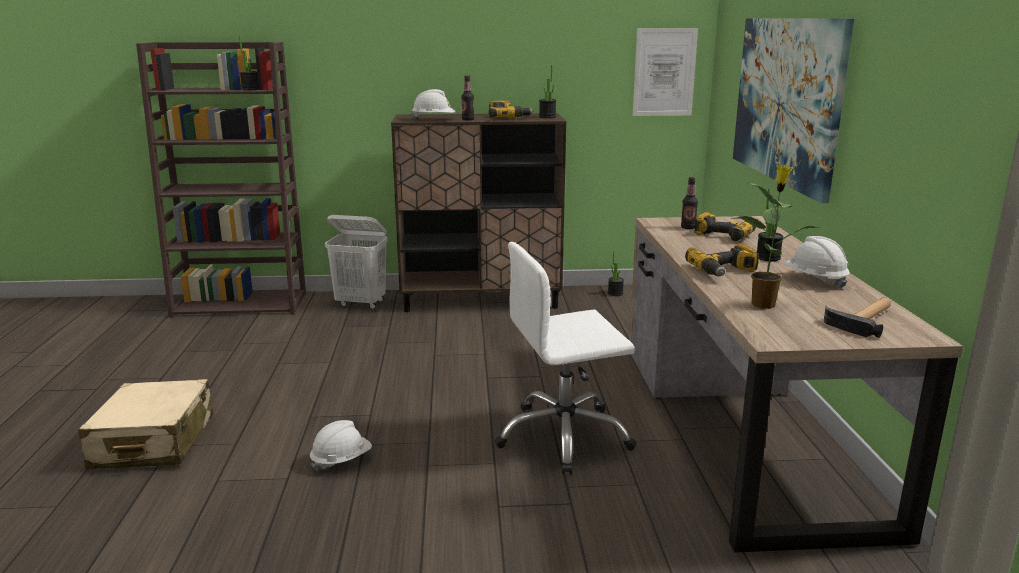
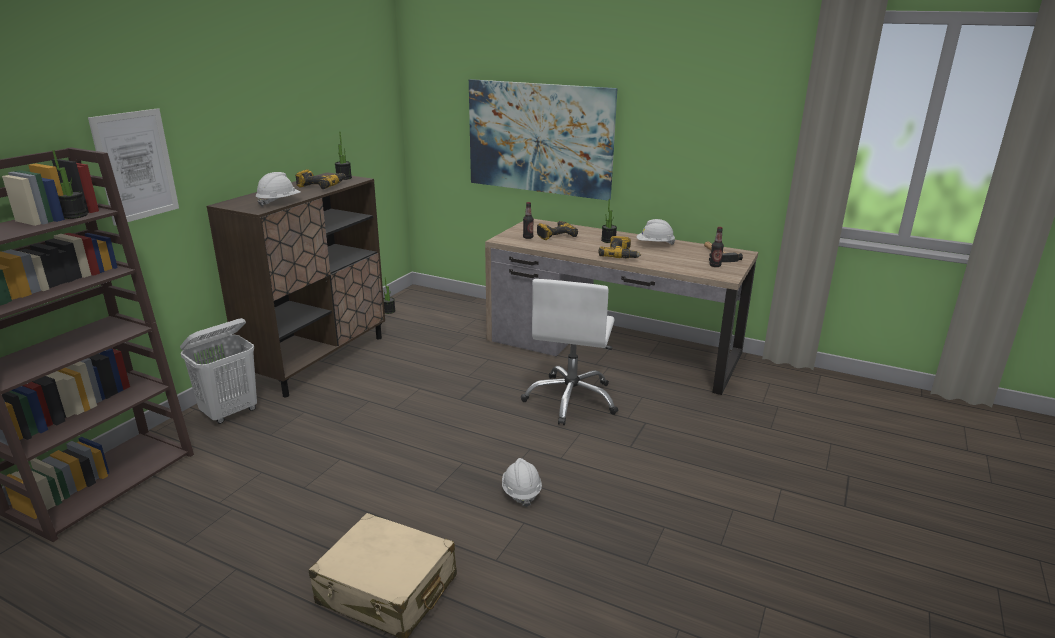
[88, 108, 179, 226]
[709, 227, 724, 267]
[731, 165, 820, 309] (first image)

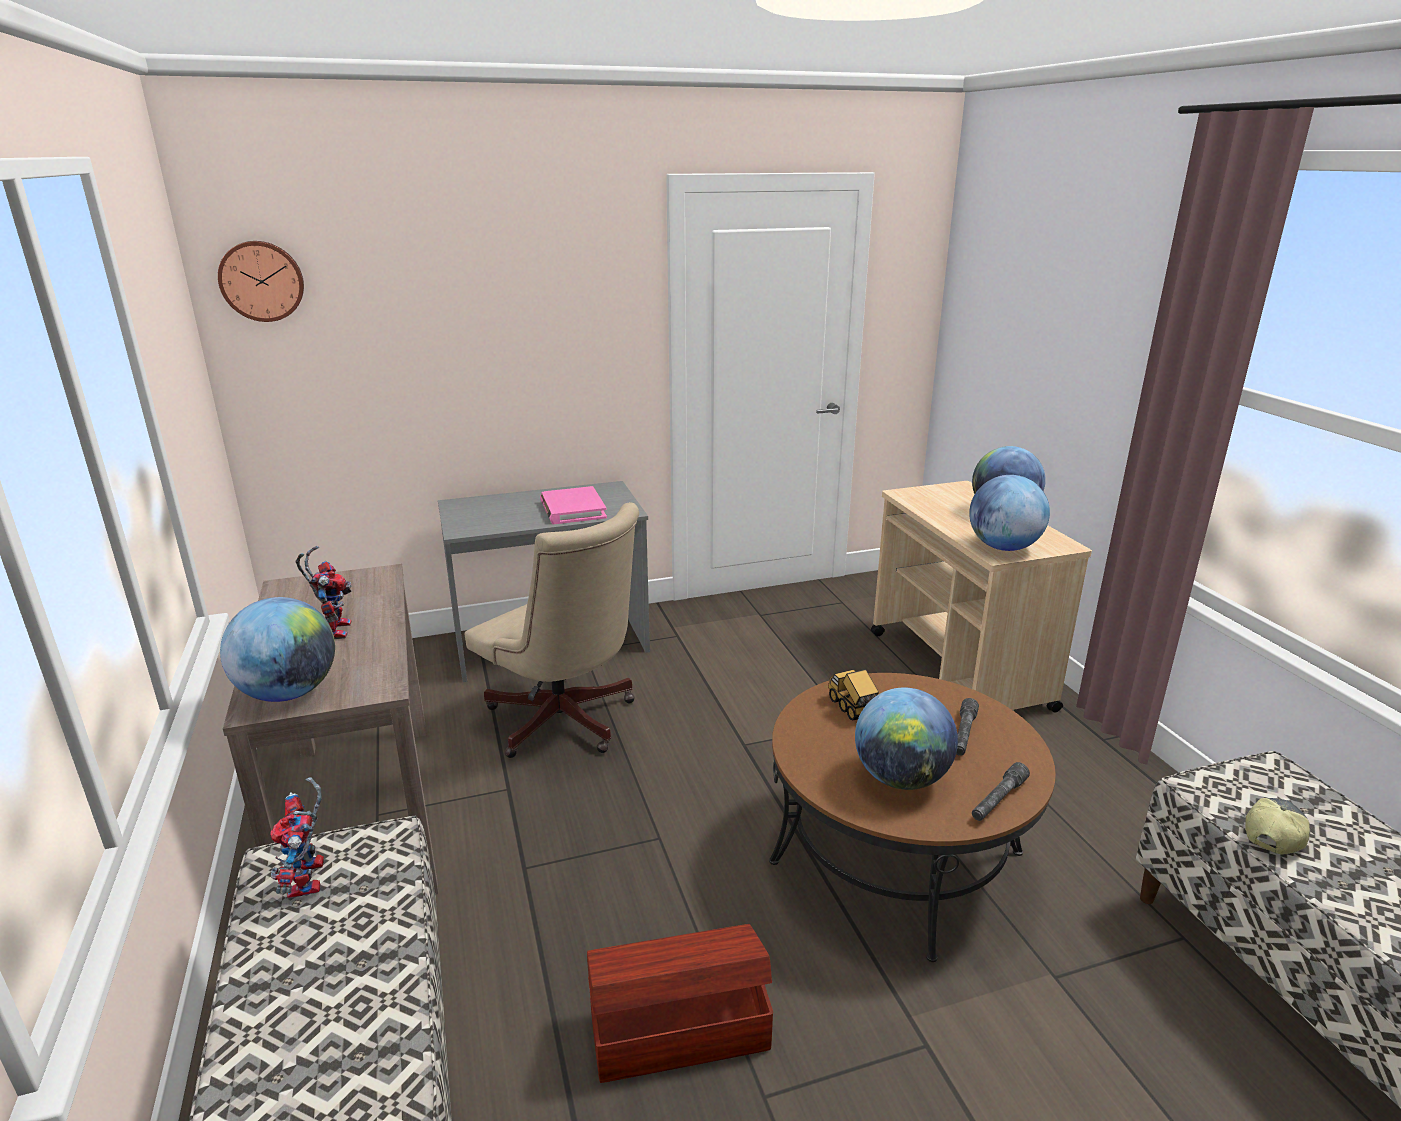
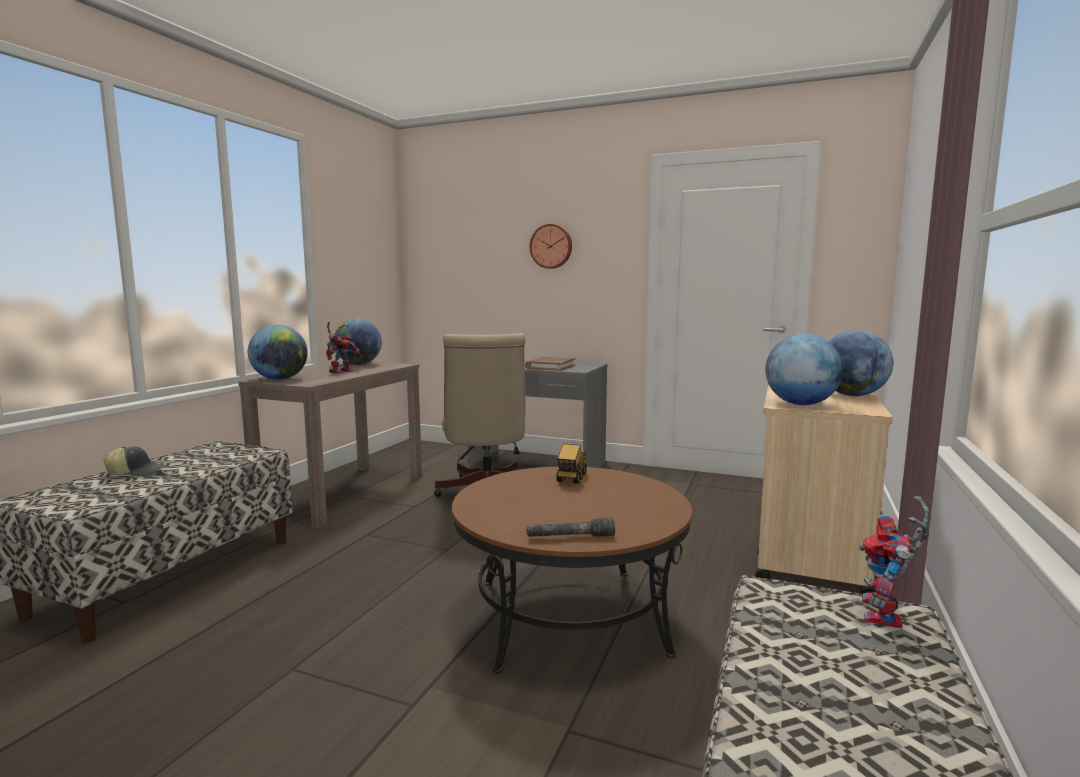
[530, 224, 572, 269]
[525, 357, 575, 371]
[335, 319, 382, 365]
[956, 698, 979, 756] (first image)
[860, 496, 930, 629]
[104, 446, 167, 477]
[587, 924, 774, 1083] (first image)

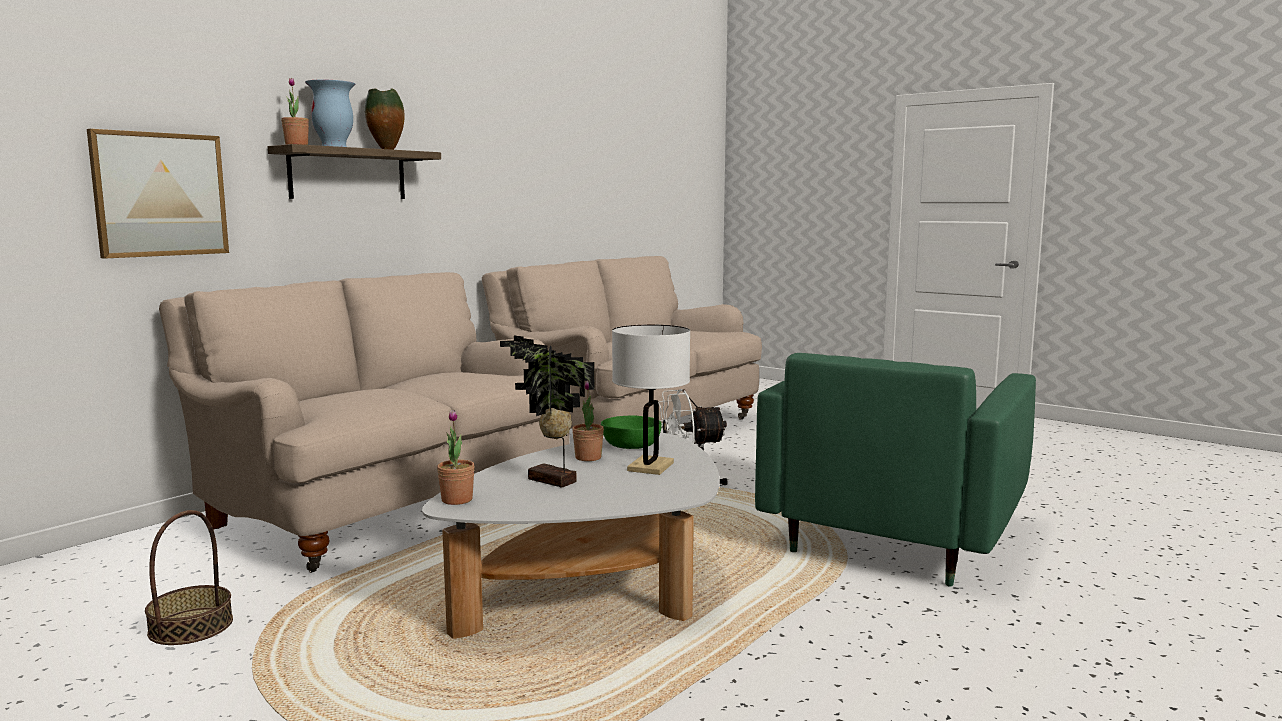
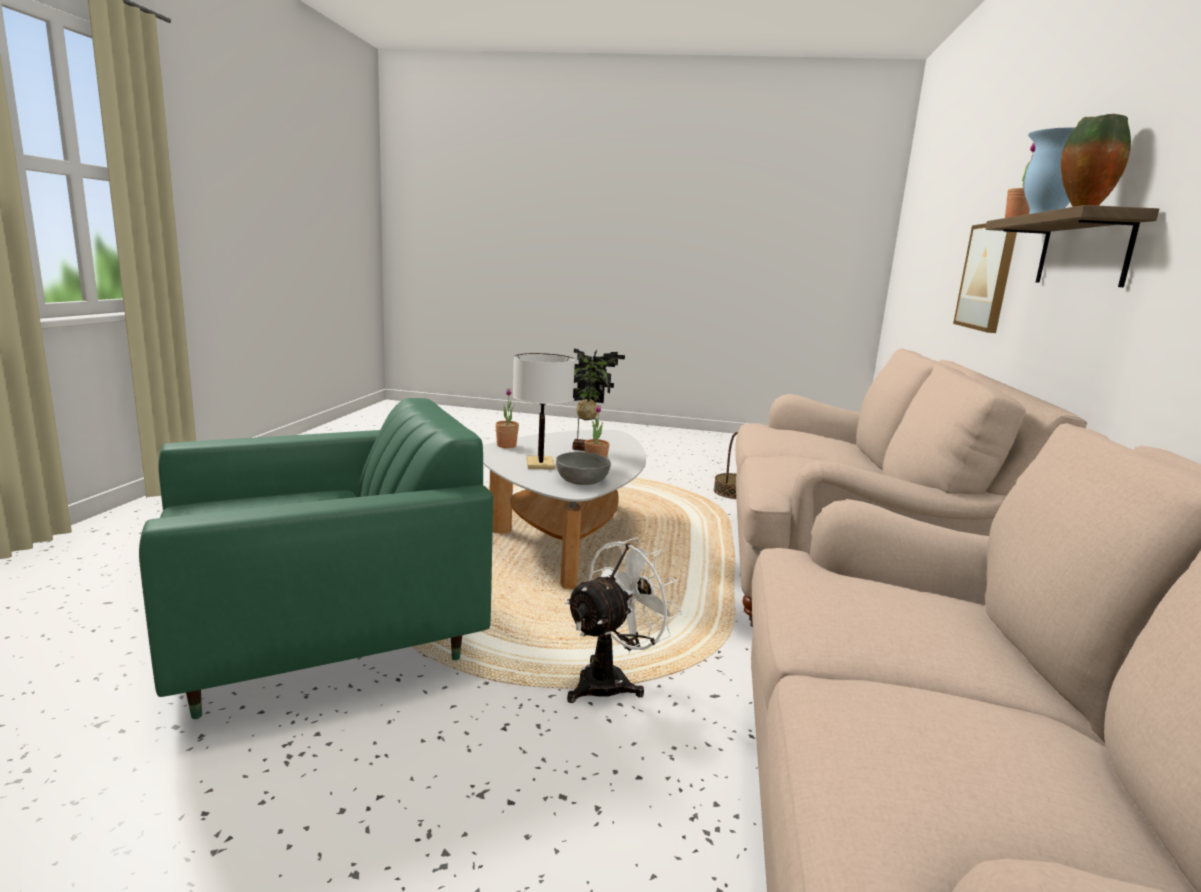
[139, 398, 493, 719]
[495, 388, 519, 448]
[556, 452, 611, 485]

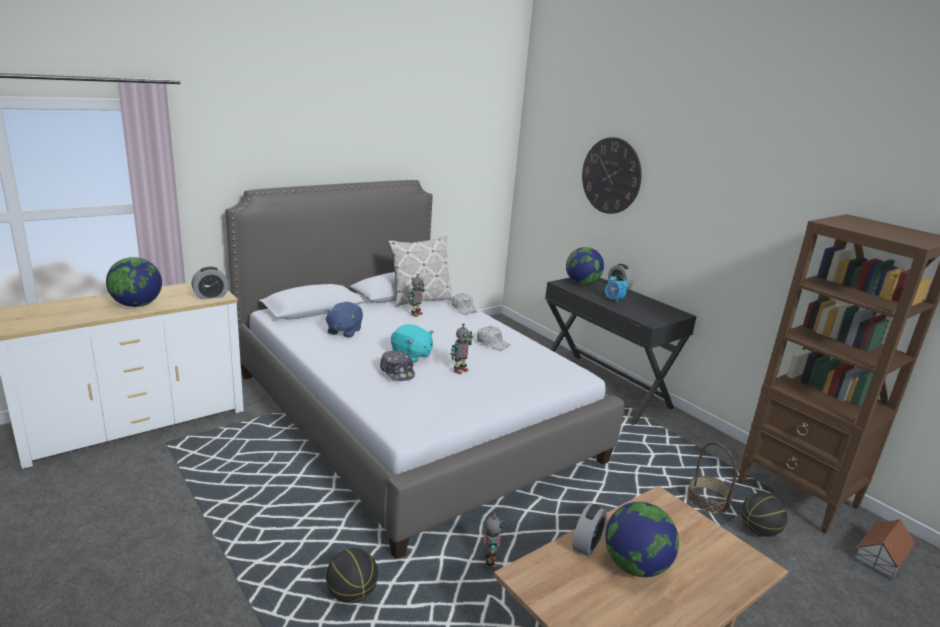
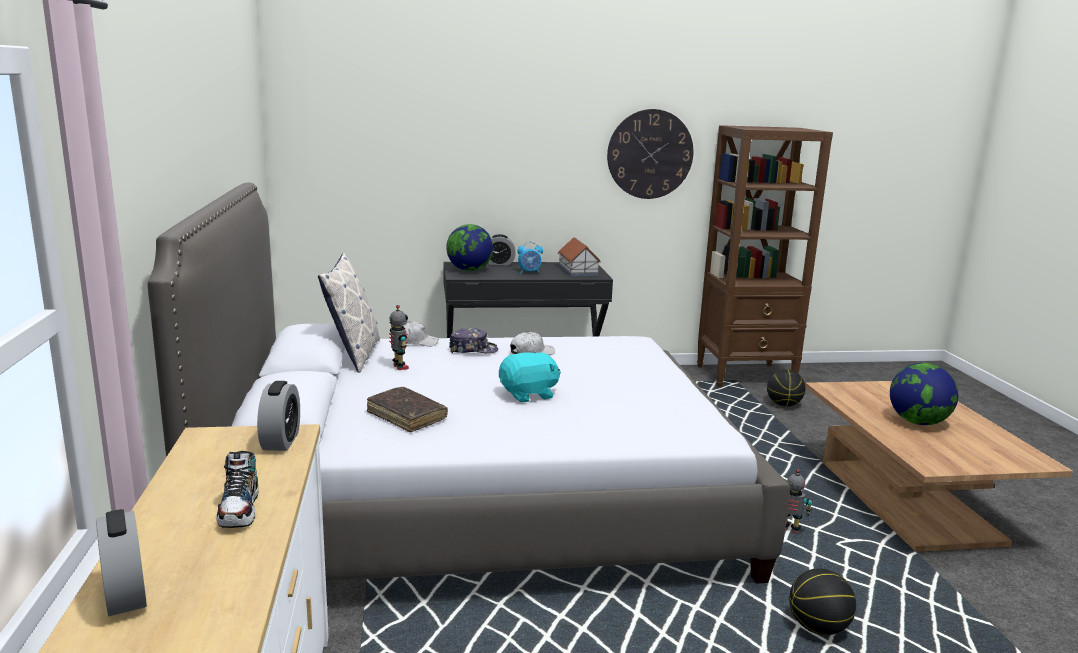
[607, 109, 693, 199]
[216, 451, 259, 528]
[367, 387, 448, 432]
[451, 323, 473, 374] (first image)
[449, 328, 498, 353]
[687, 442, 736, 514] (first image)
[96, 509, 147, 616]
[558, 237, 601, 276]

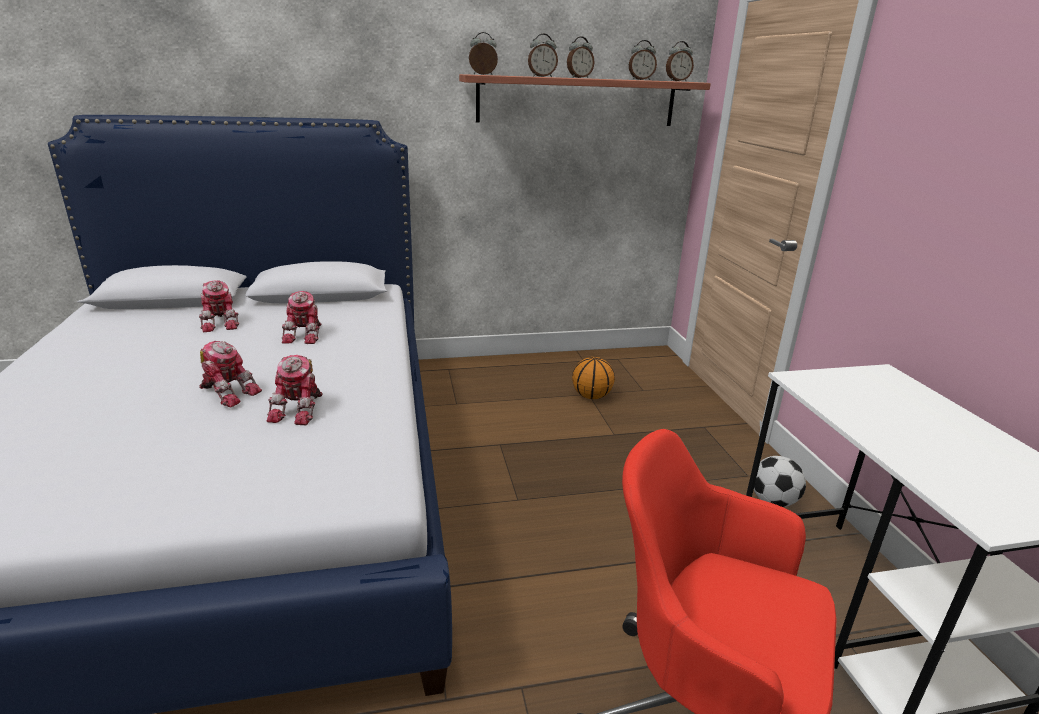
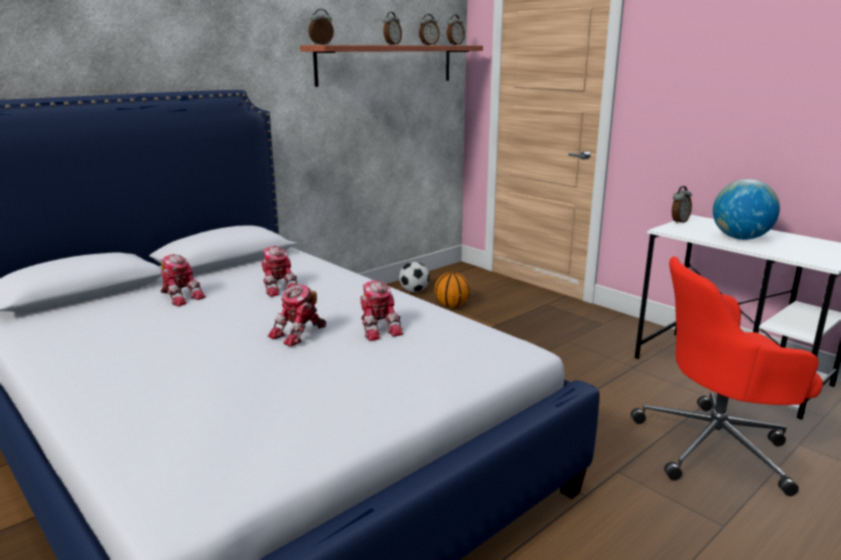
[672, 186, 692, 224]
[268, 284, 326, 347]
[399, 262, 430, 292]
[713, 179, 780, 240]

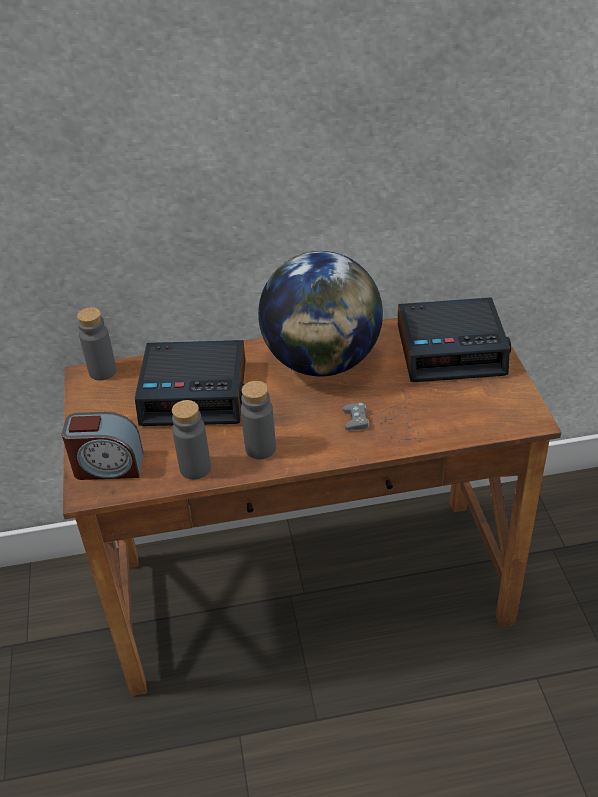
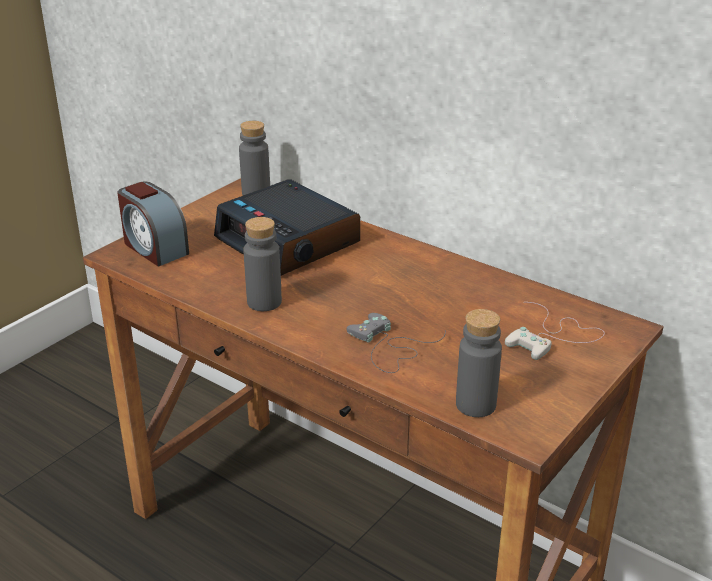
[258, 251, 383, 376] (first image)
[505, 302, 605, 360]
[456, 309, 502, 417]

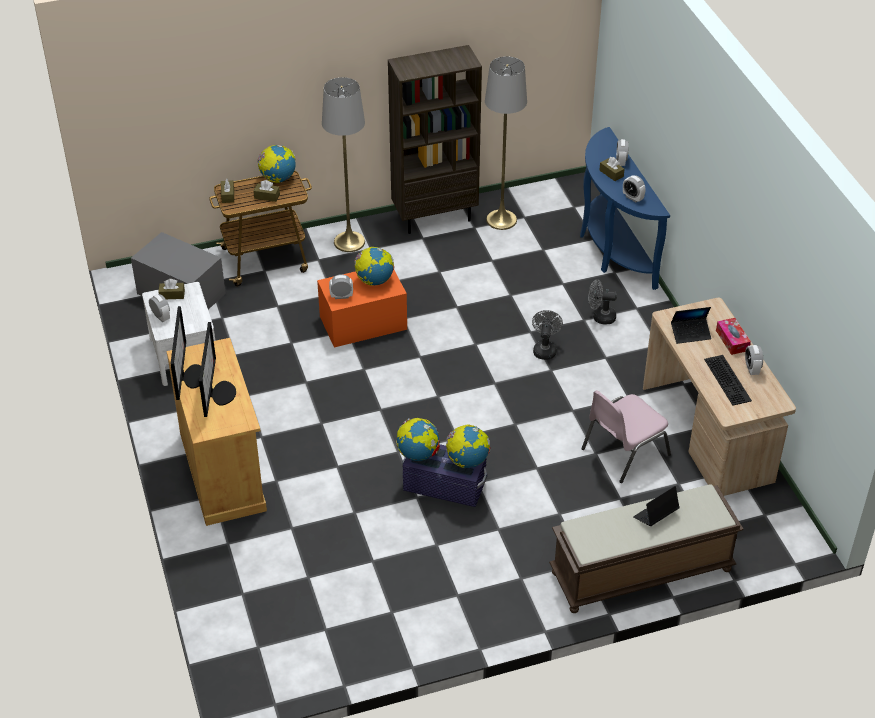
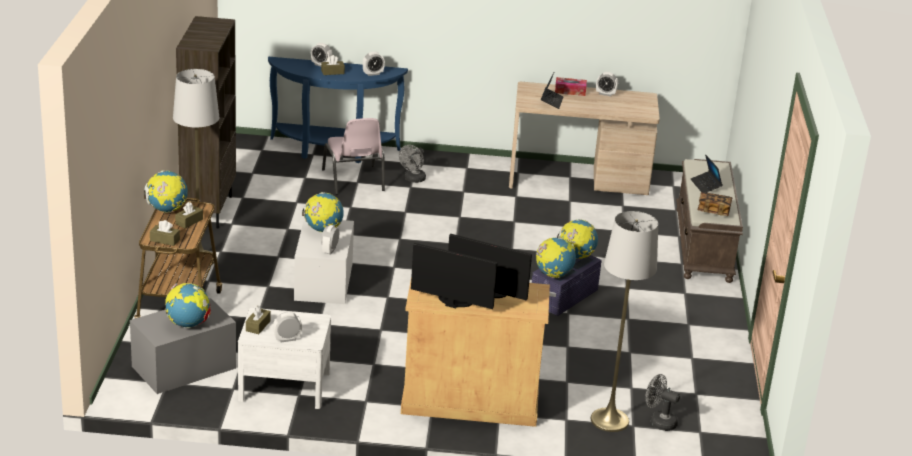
[590, 211, 658, 432]
[294, 218, 354, 304]
[646, 374, 680, 431]
[704, 355, 752, 406] (first image)
[322, 118, 385, 195]
[697, 192, 732, 216]
[165, 283, 211, 328]

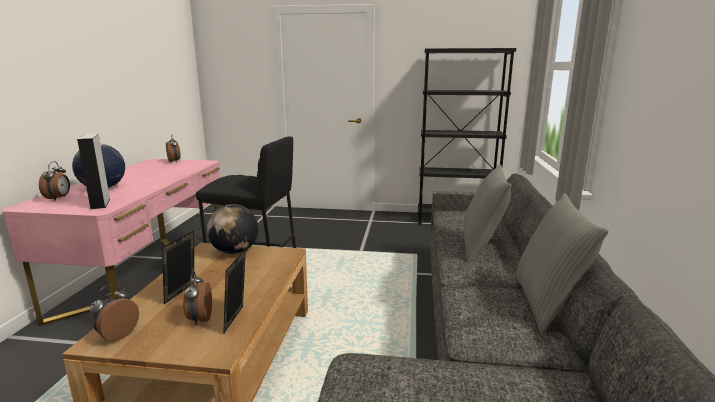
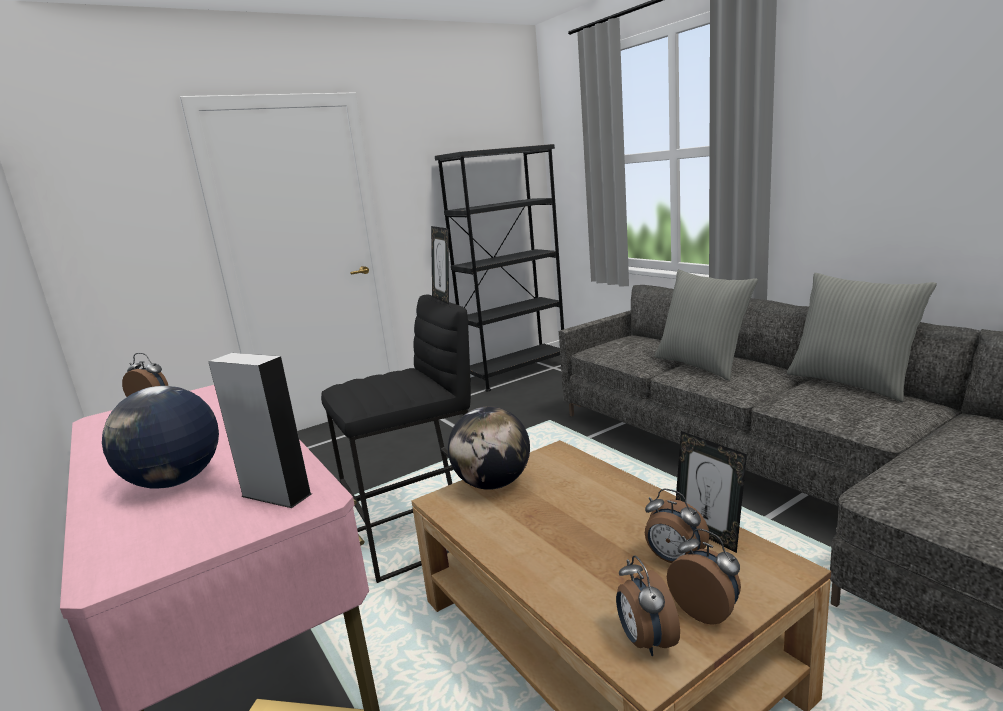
[667, 528, 741, 625]
[431, 226, 449, 304]

